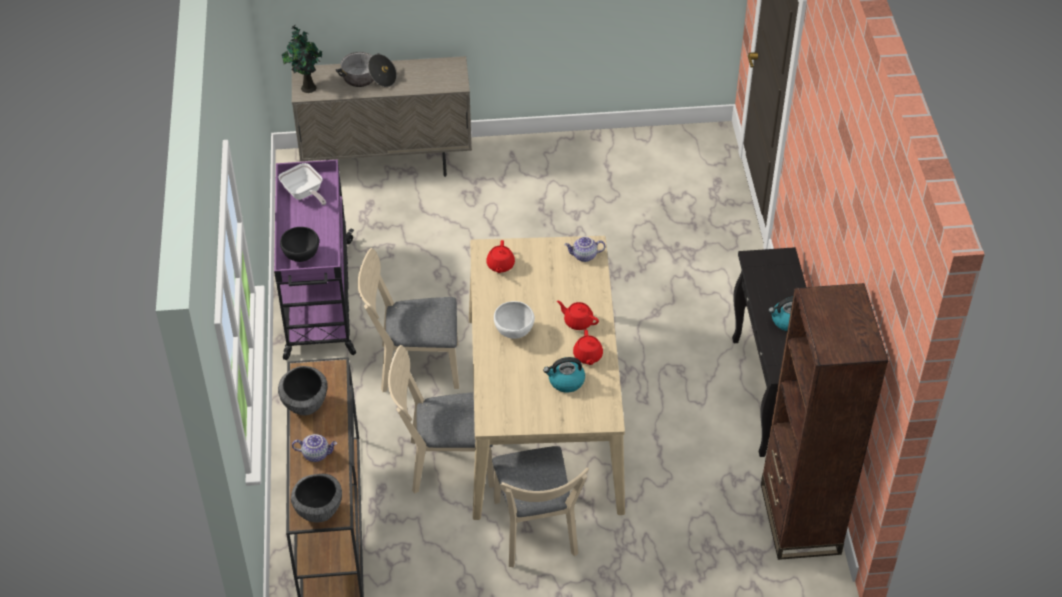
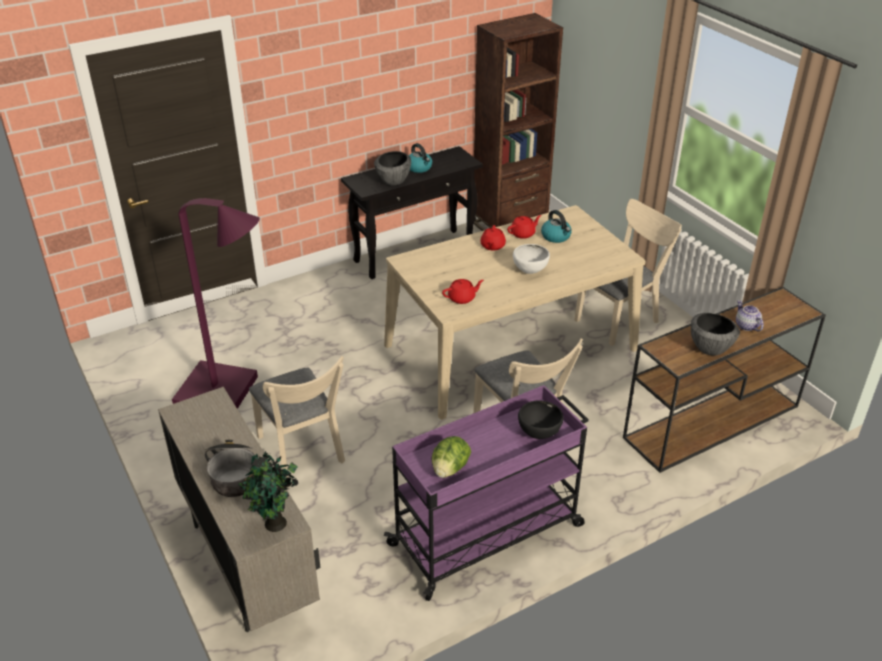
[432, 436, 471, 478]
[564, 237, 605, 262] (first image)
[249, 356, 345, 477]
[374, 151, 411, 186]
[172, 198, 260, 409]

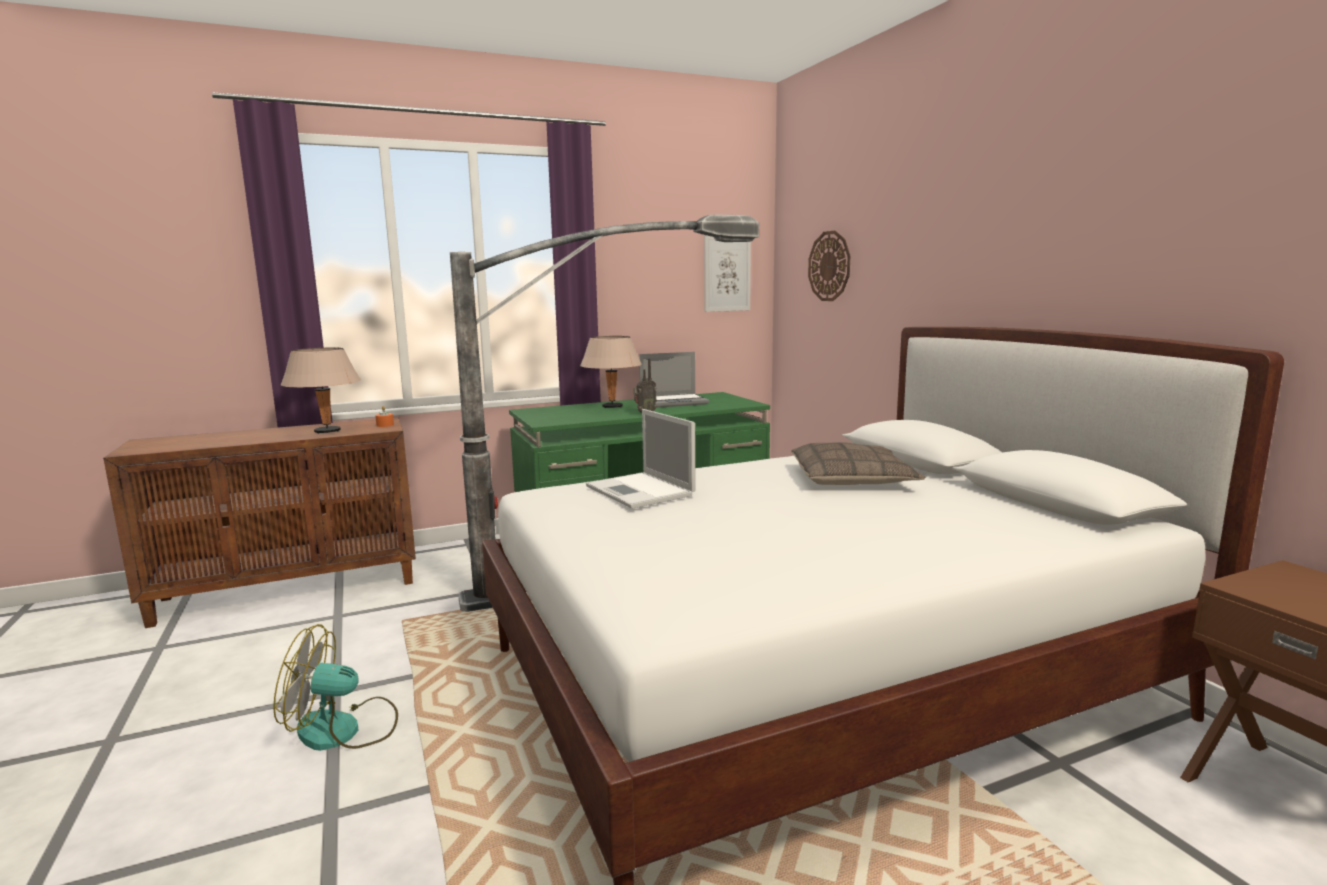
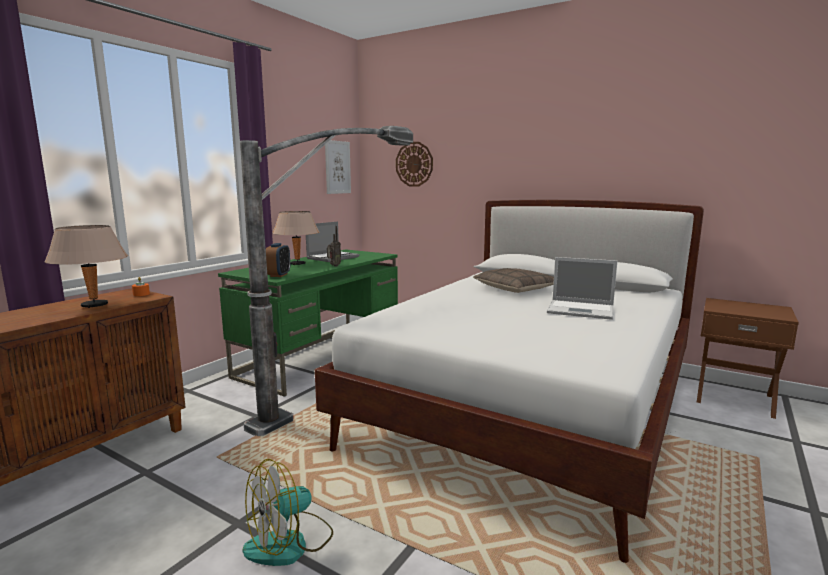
[547, 257, 617, 320]
[266, 243, 290, 277]

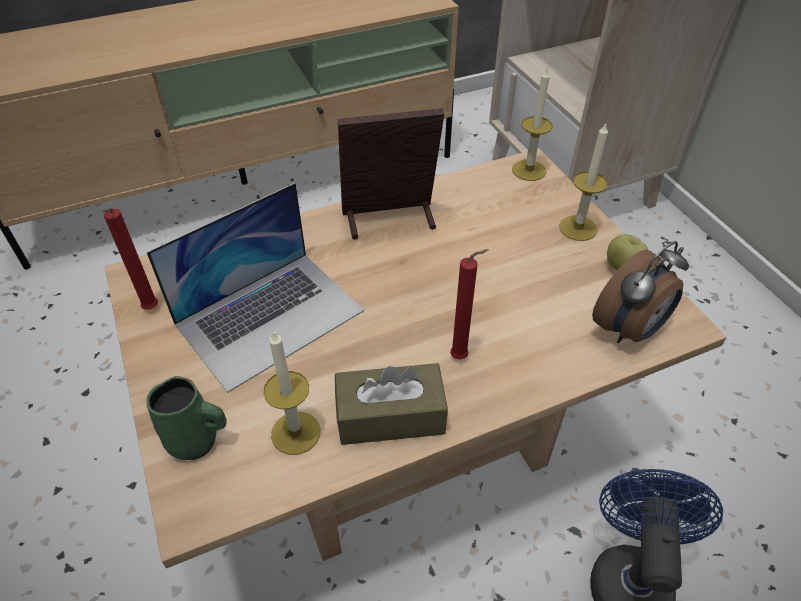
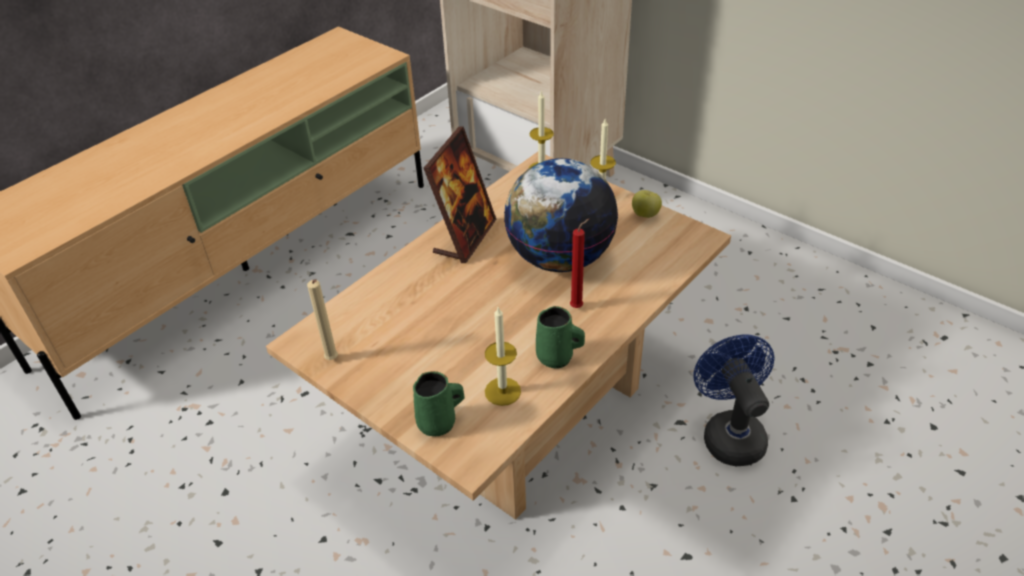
[423, 126, 496, 263]
[146, 183, 364, 393] (first image)
[307, 279, 338, 360]
[592, 241, 689, 343] (first image)
[536, 306, 585, 369]
[504, 158, 618, 272]

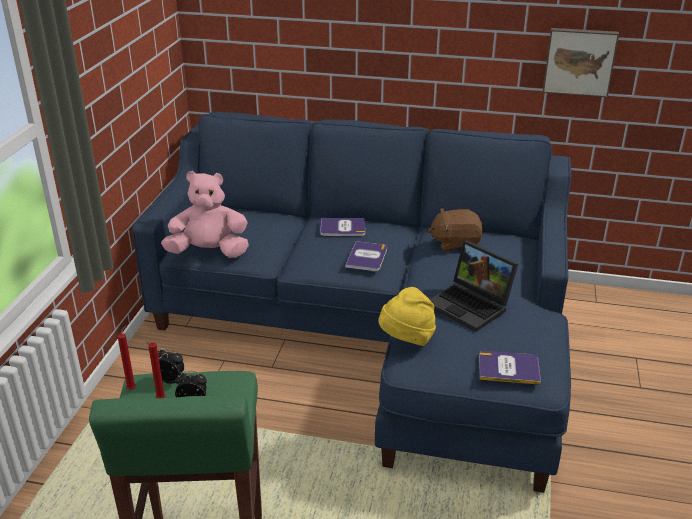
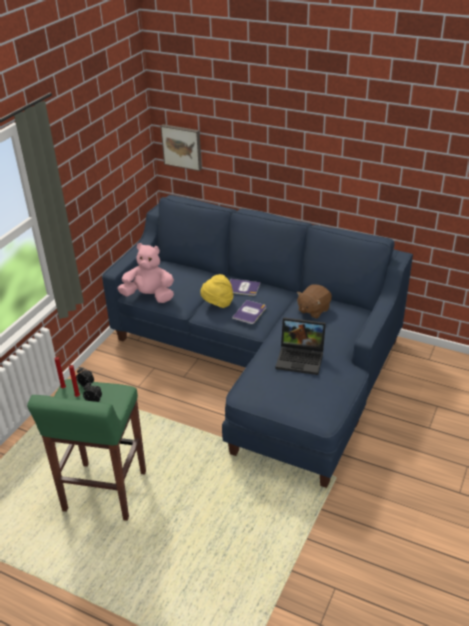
[161, 124, 202, 171]
[297, 284, 332, 319]
[275, 317, 326, 375]
[200, 274, 233, 308]
[479, 351, 541, 385] (first image)

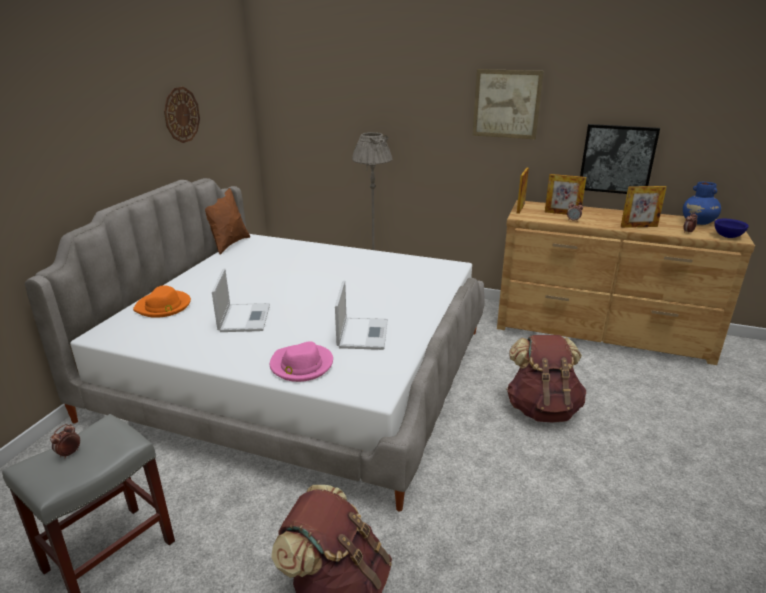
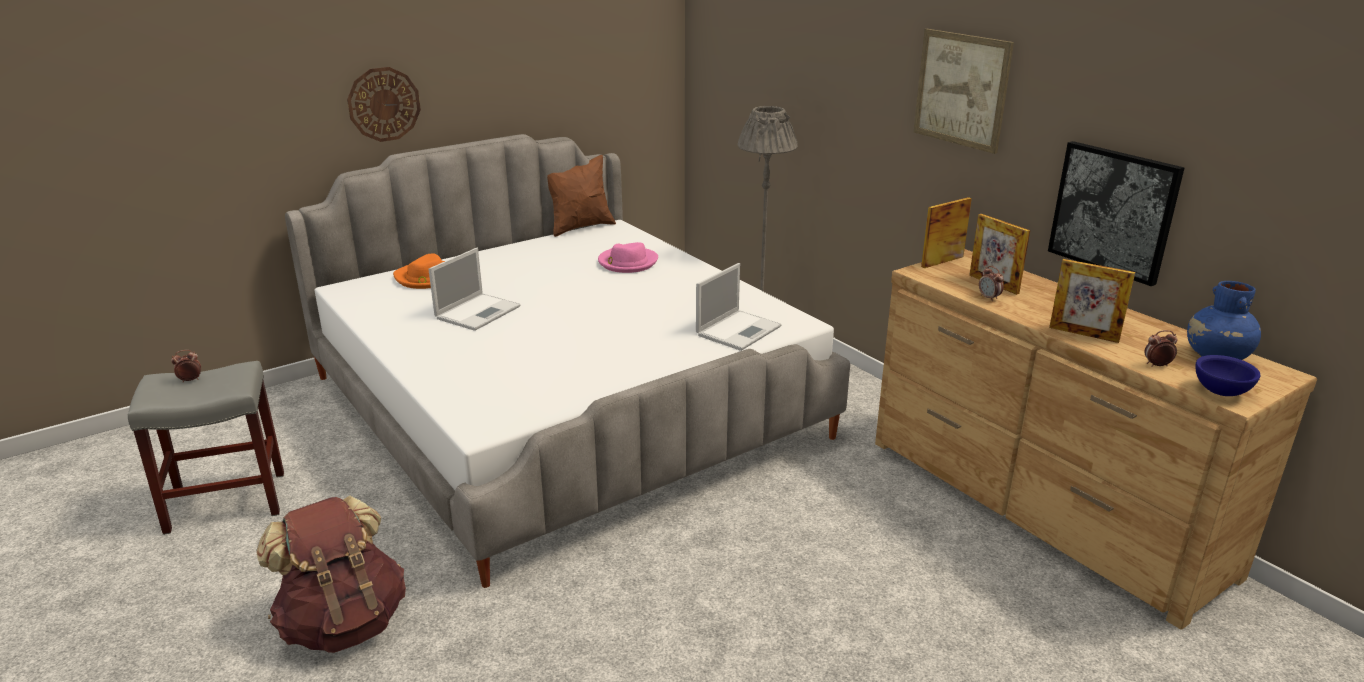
[347, 67, 421, 142]
[696, 263, 782, 351]
[506, 335, 586, 422] (first image)
[598, 242, 658, 273]

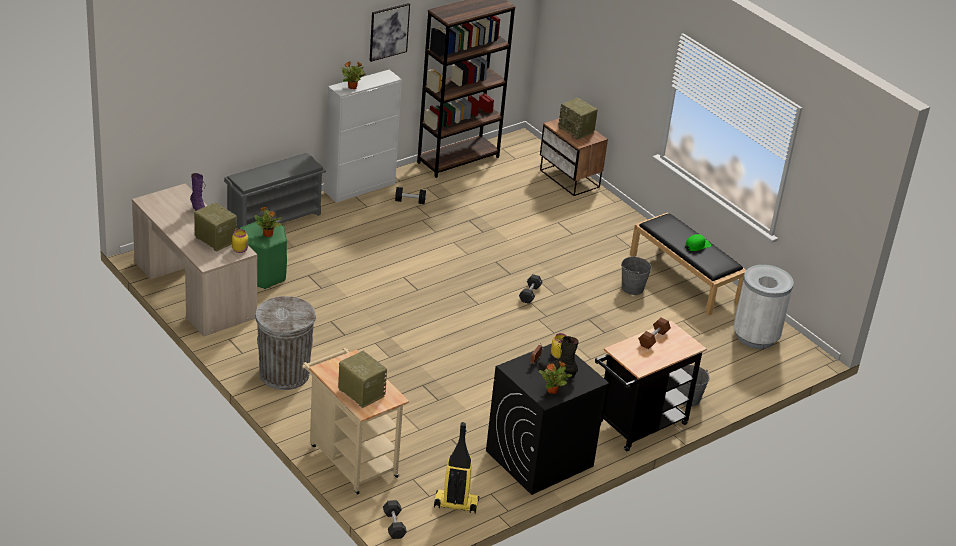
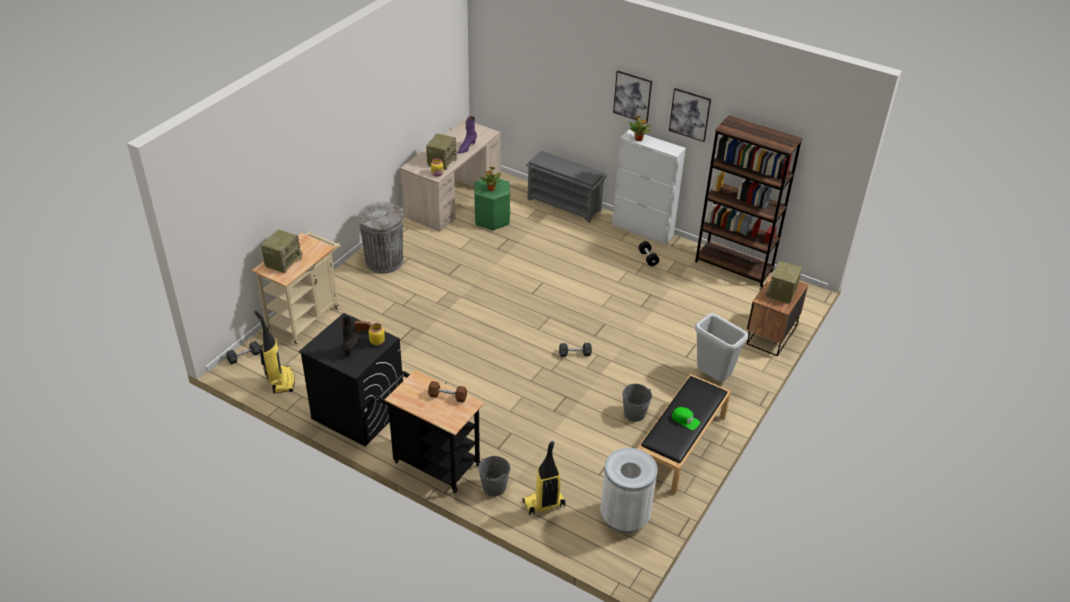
[539, 361, 572, 394] (first image)
[613, 71, 652, 124]
[695, 313, 748, 382]
[523, 441, 565, 515]

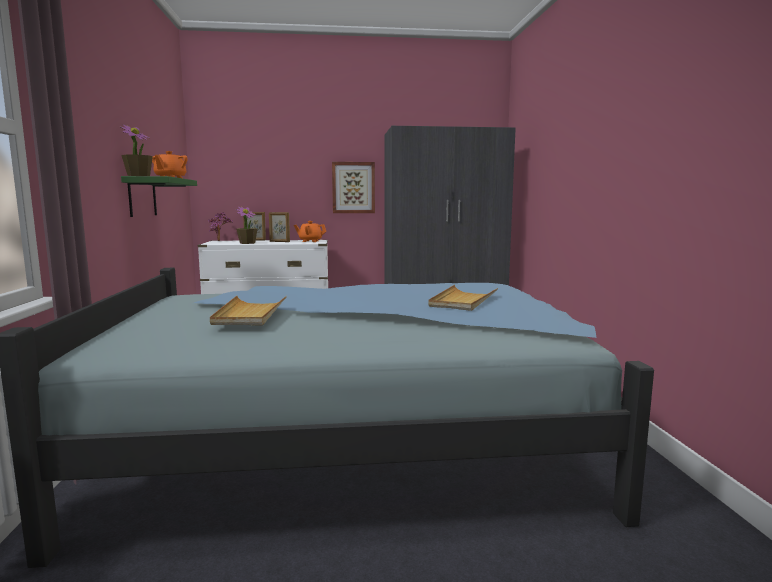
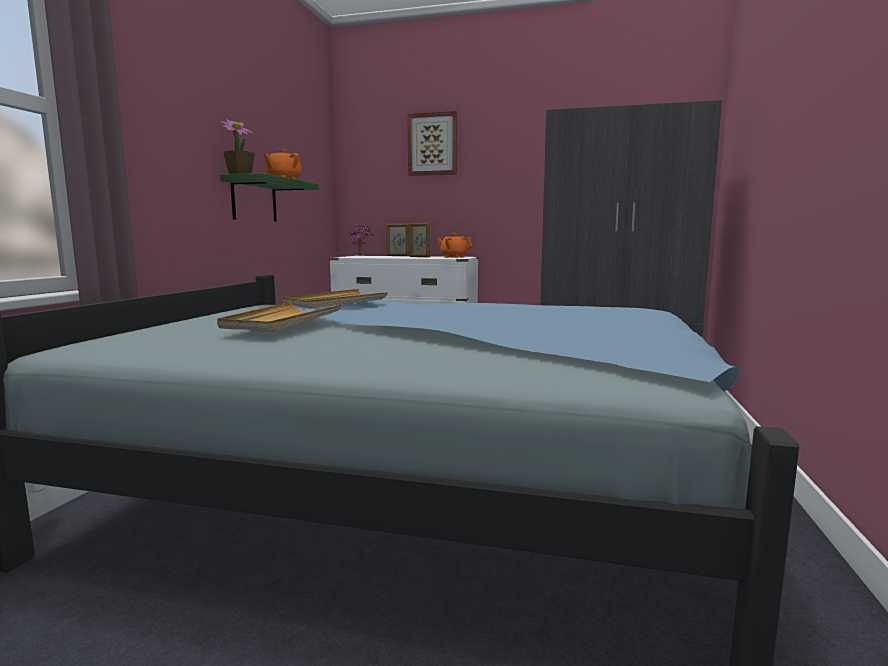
[407, 111, 457, 176]
[236, 206, 257, 244] (first image)
[283, 289, 388, 309]

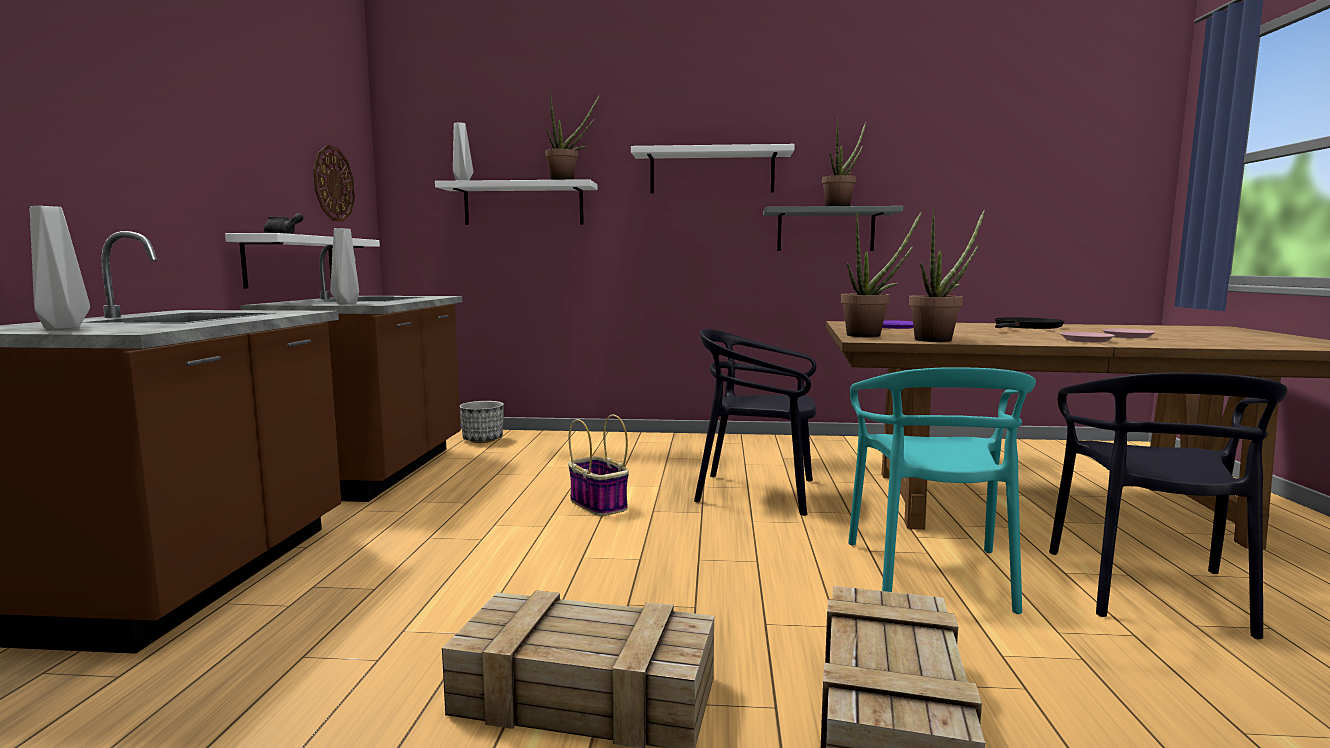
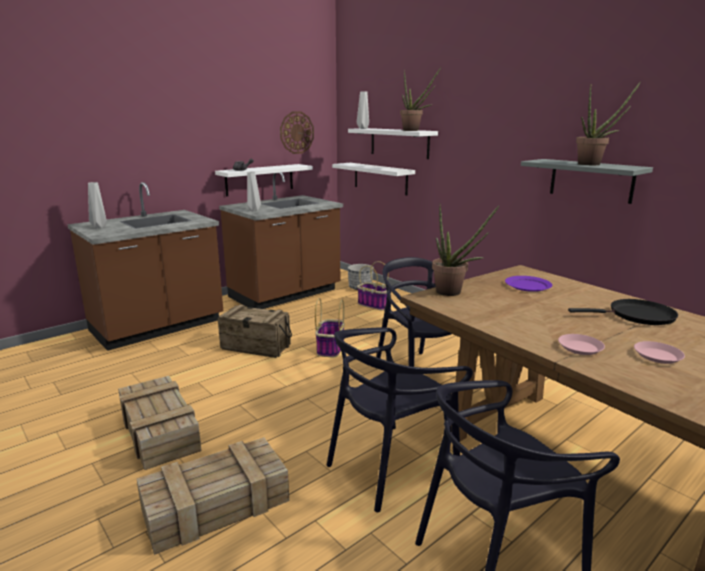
[332, 163, 415, 195]
[909, 209, 985, 342] (first image)
[326, 327, 473, 512]
[357, 261, 389, 310]
[218, 305, 292, 358]

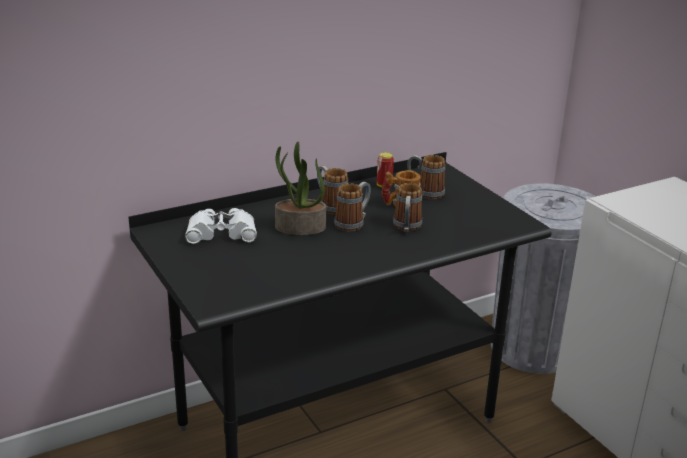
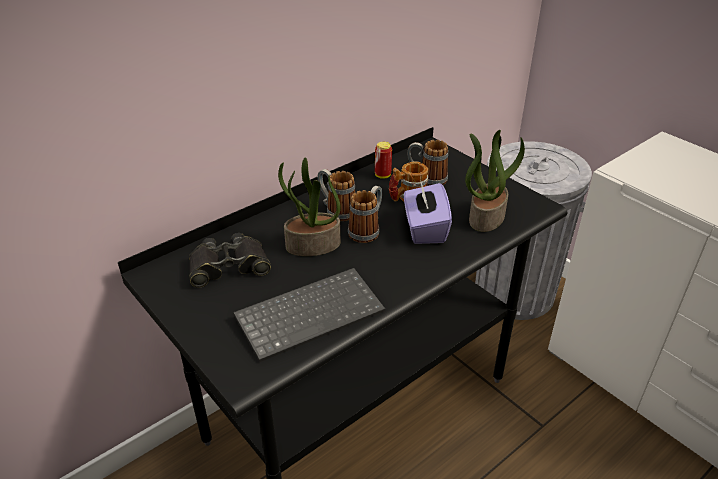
[404, 182, 452, 244]
[189, 233, 271, 288]
[465, 130, 525, 232]
[233, 268, 385, 362]

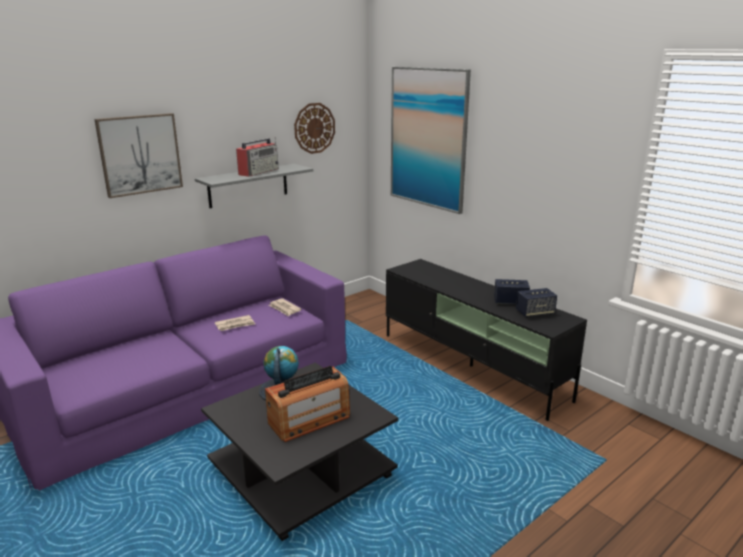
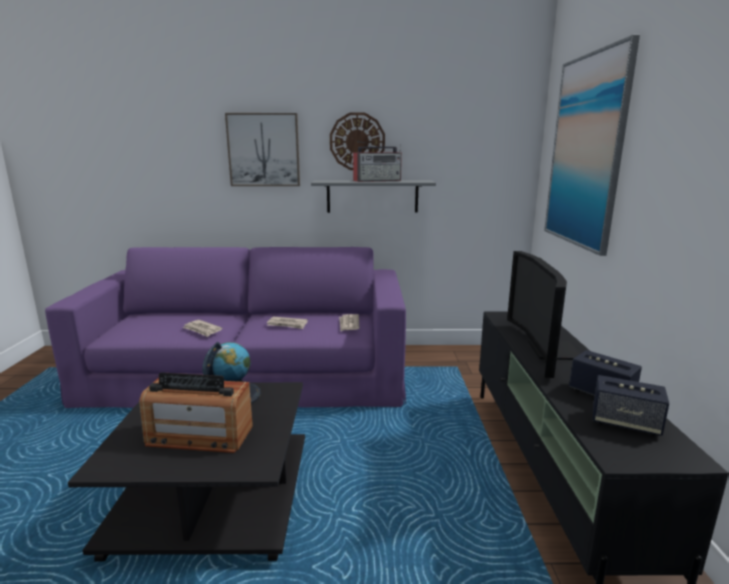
[330, 112, 385, 170]
[507, 251, 580, 378]
[183, 320, 222, 337]

